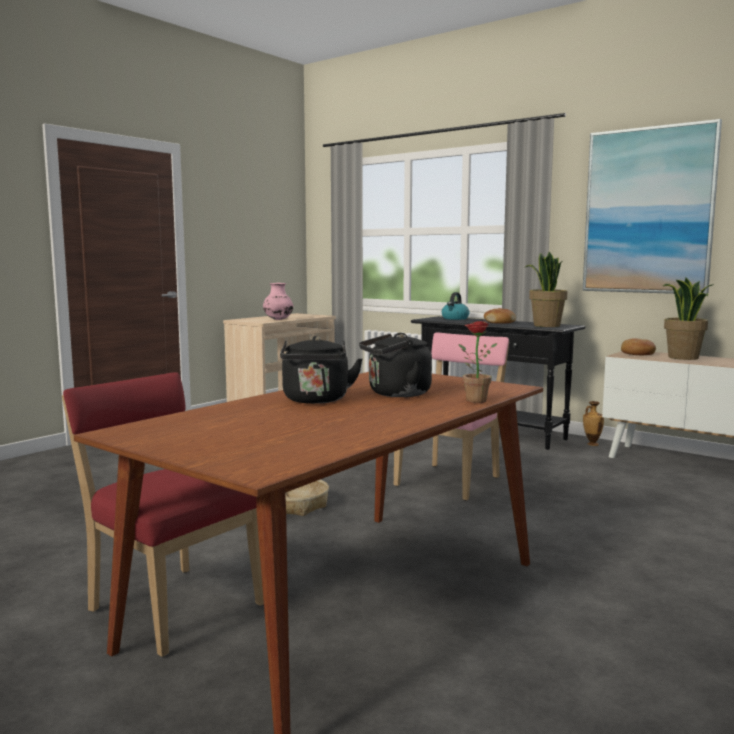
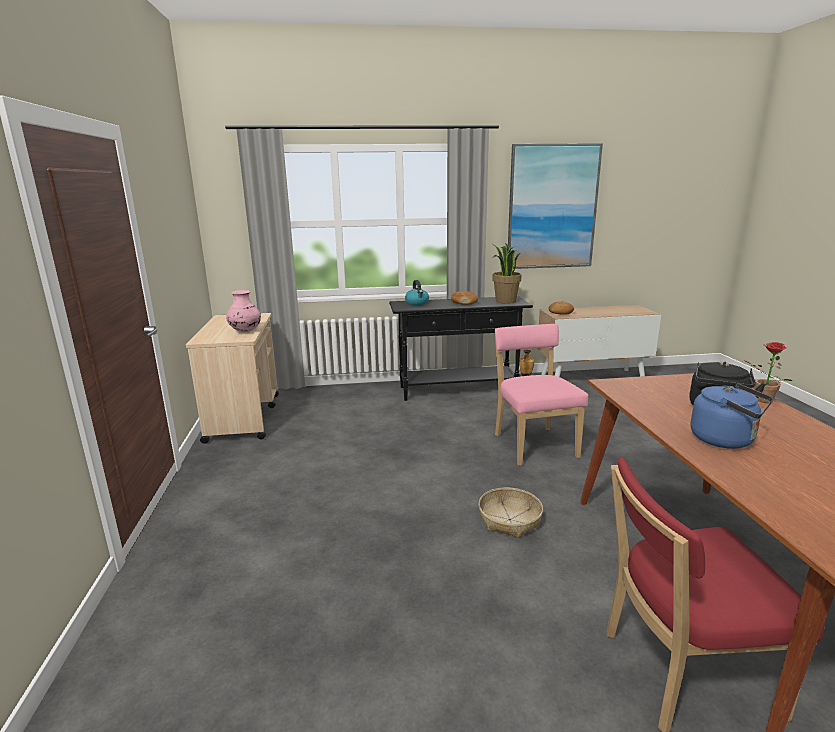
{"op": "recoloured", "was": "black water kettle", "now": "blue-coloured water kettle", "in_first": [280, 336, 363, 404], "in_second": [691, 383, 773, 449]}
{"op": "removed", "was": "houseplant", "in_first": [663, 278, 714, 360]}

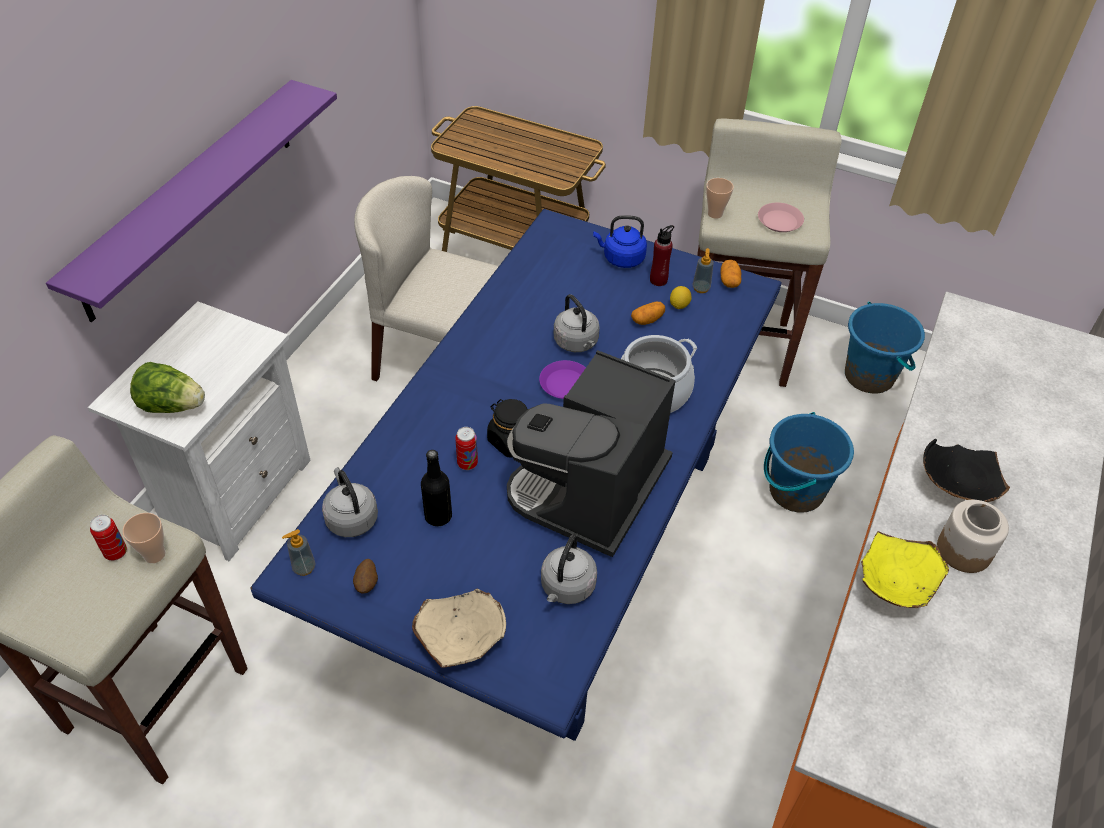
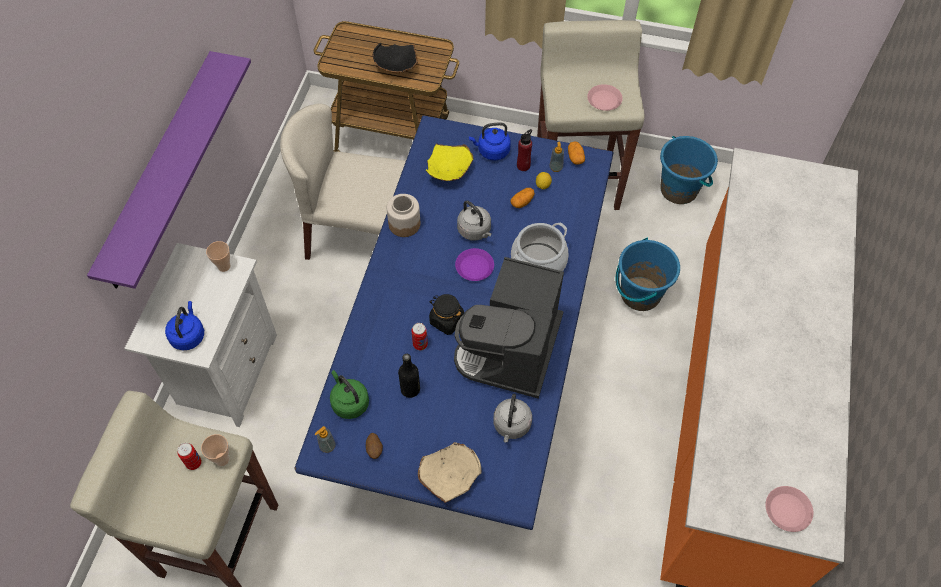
{"op": "replaced", "was": "lettuce", "now": "blue-coloured water kettle", "in_first": [130, 362, 205, 413], "in_second": [165, 301, 204, 350]}
{"op": "recoloured", "was": "gray water kettle", "now": "green-coloured water kettle", "in_first": [322, 467, 378, 537], "in_second": [330, 370, 369, 419]}
{"op": "moved", "was": "drinking cup", "in_first": [706, 178, 734, 219], "in_second": [206, 241, 231, 272]}
{"op": "moved", "was": "yellowish bowl", "in_first": [861, 531, 949, 608], "in_second": [426, 144, 474, 181]}
{"op": "moved", "was": "black bowl", "in_first": [923, 439, 1010, 502], "in_second": [372, 43, 418, 73]}
{"op": "moved", "was": "storage jar", "in_first": [937, 500, 1009, 573], "in_second": [387, 194, 420, 237]}
{"op": "added", "now": "pinkish plate", "in_second": [766, 486, 813, 532]}

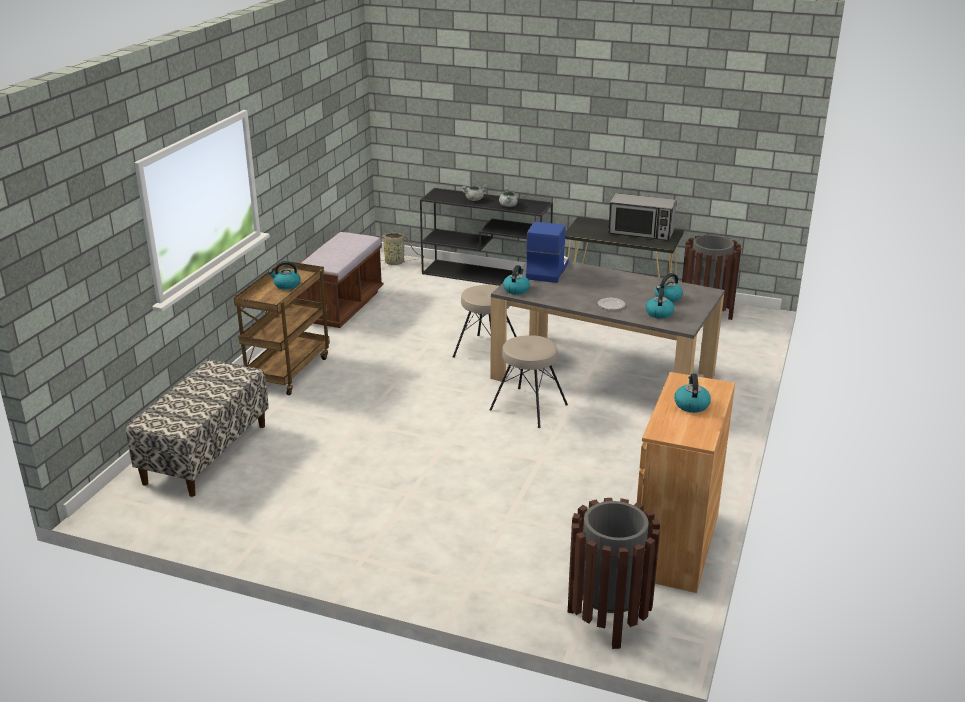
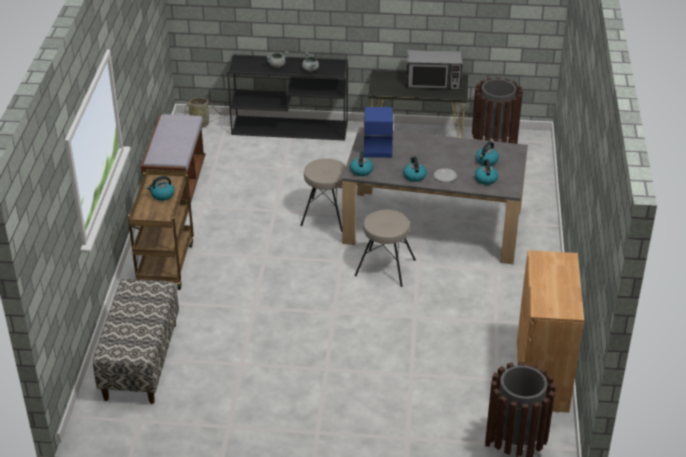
{"op": "moved", "was": "water kettle", "in_first": [674, 374, 711, 413], "in_second": [403, 156, 427, 182]}

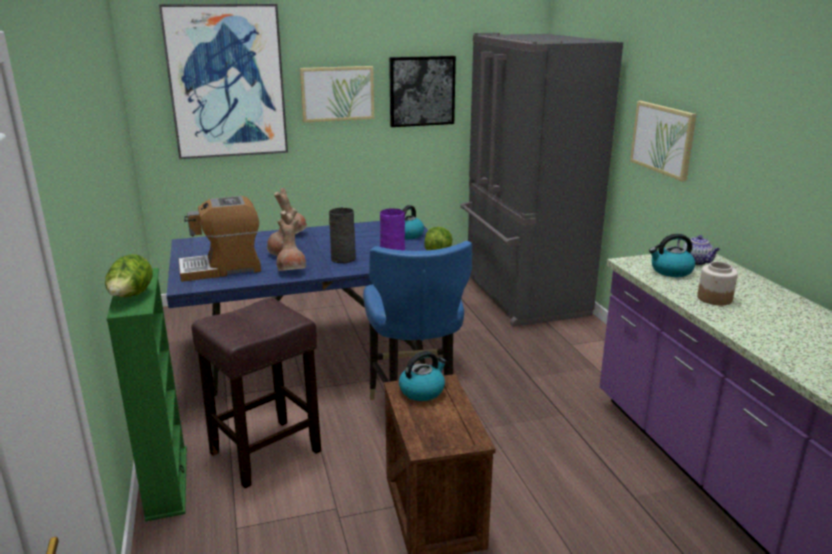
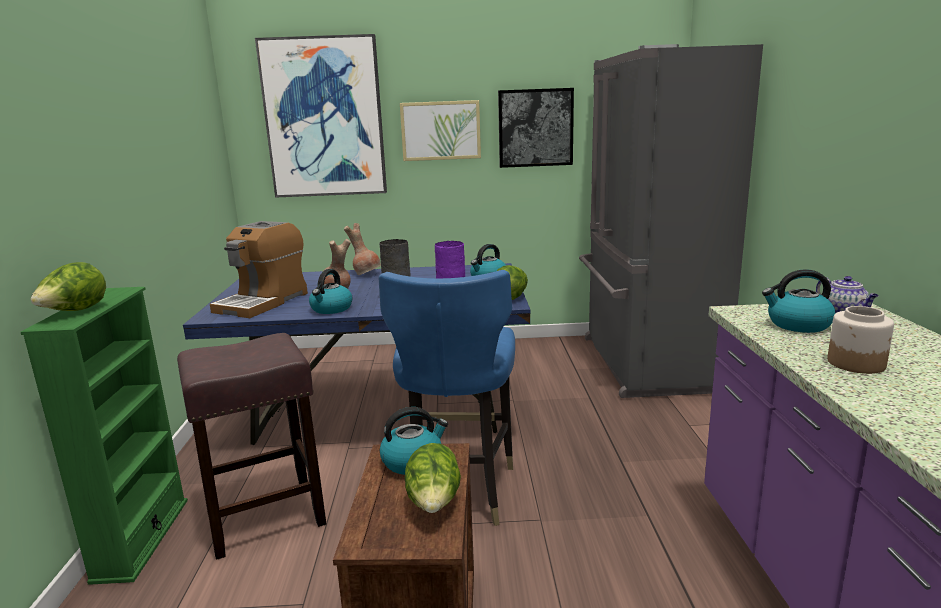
{"op": "turned", "was": "coffee maker", "in_first": [179, 196, 261, 282], "in_second": [210, 221, 308, 318], "clockwise": -60}
{"op": "replaced", "was": "brownish decorative vase", "now": "water kettle", "in_first": [276, 218, 306, 271], "in_second": [309, 269, 352, 314]}
{"op": "removed", "was": "wall art", "in_first": [630, 101, 697, 181]}
{"op": "added", "now": "lettuce", "in_second": [405, 443, 461, 513]}

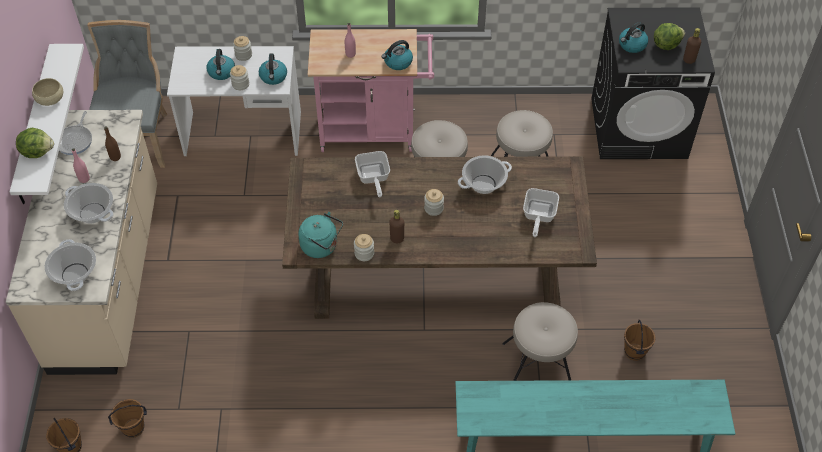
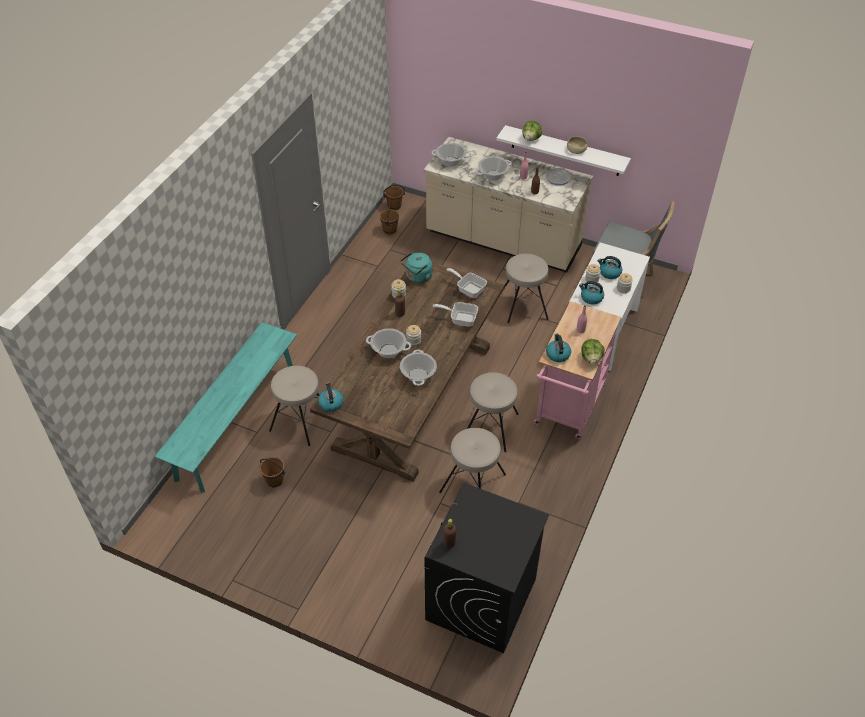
{"op": "moved", "was": "skillet", "in_first": [523, 188, 559, 237], "in_second": [446, 268, 487, 298]}
{"op": "moved", "was": "water kettle", "in_first": [619, 22, 648, 53], "in_second": [318, 382, 344, 412]}
{"op": "moved", "was": "lettuce", "in_first": [654, 23, 685, 50], "in_second": [581, 339, 605, 364]}
{"op": "added", "now": "cooking pot", "in_second": [366, 328, 411, 358]}
{"op": "added", "now": "beige-coloured stool seat", "in_second": [502, 254, 549, 323]}

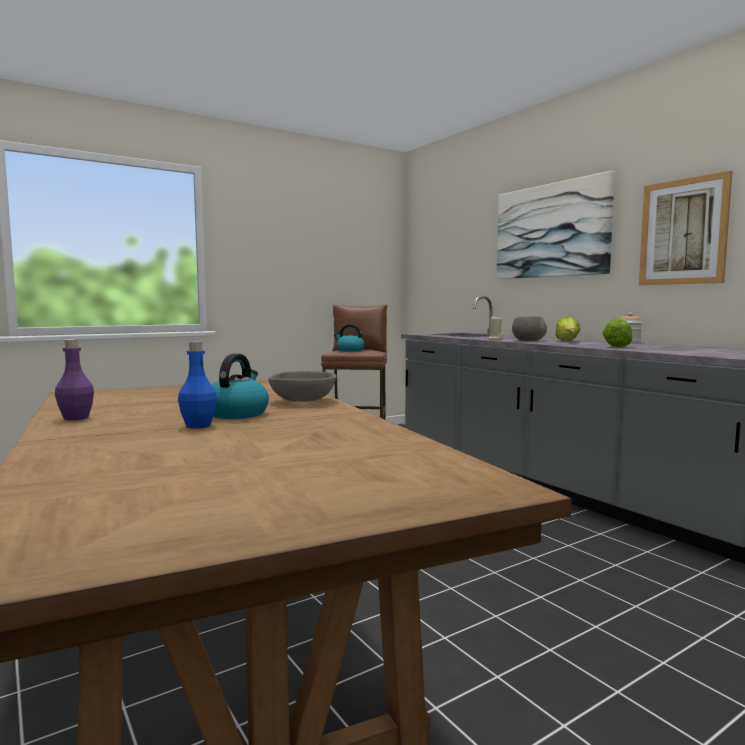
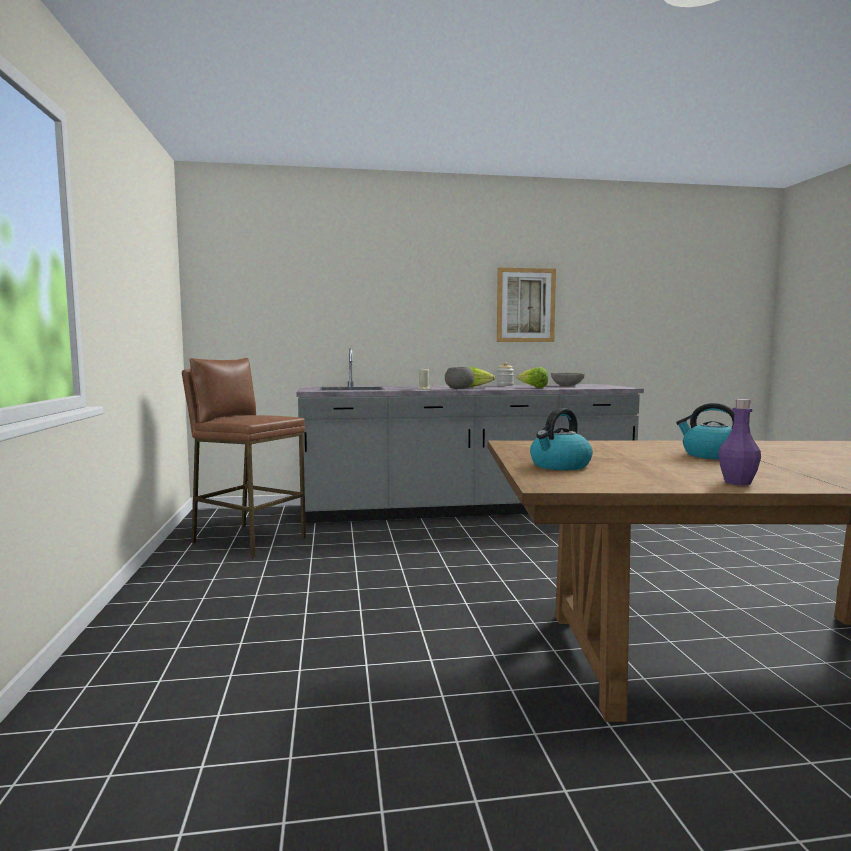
{"op": "removed", "was": "blue-coloured beverage bottle", "in_first": [178, 342, 217, 429]}
{"op": "moved", "was": "gray bowl", "in_first": [269, 371, 336, 402], "in_second": [551, 373, 585, 386]}
{"op": "moved", "was": "water kettle", "in_first": [334, 324, 365, 352], "in_second": [530, 408, 593, 470]}
{"op": "removed", "was": "wall art", "in_first": [496, 170, 615, 279]}

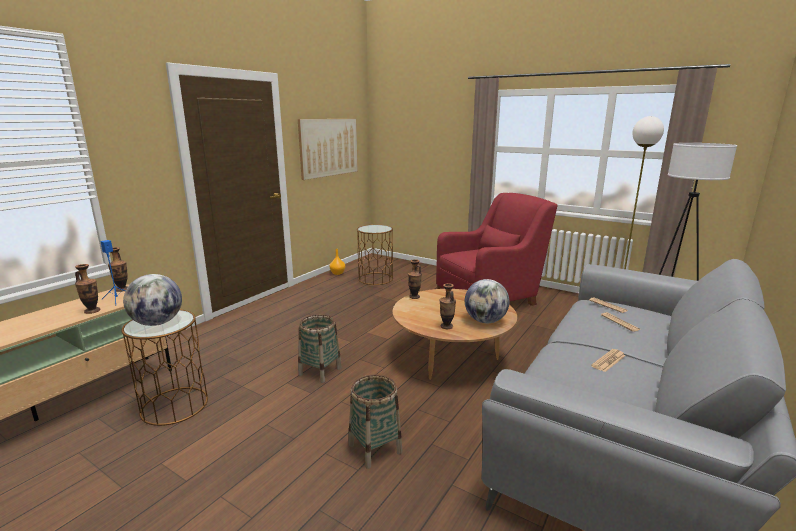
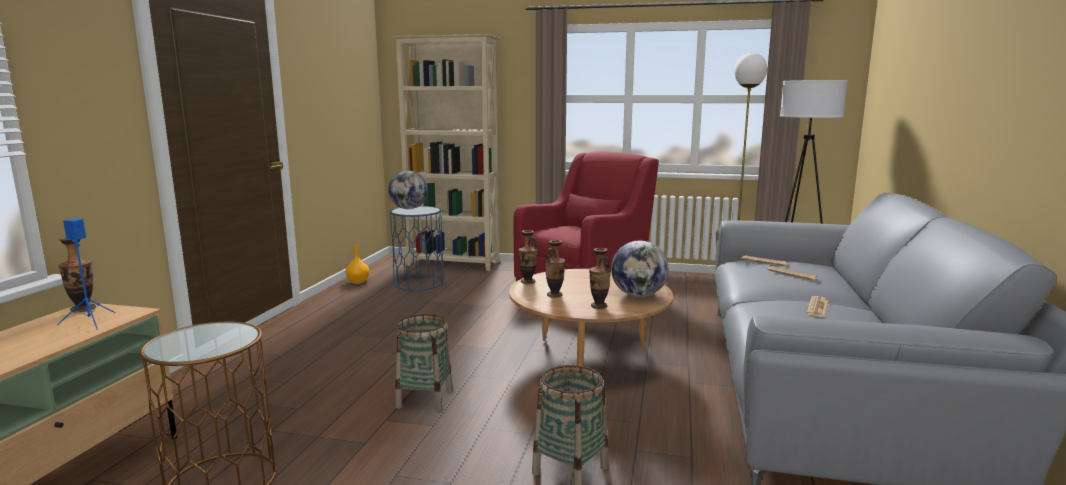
{"op": "moved", "was": "decorative vase", "in_first": [75, 264, 100, 314], "in_second": [545, 240, 565, 298]}
{"op": "moved", "was": "globe", "in_first": [123, 274, 182, 326], "in_second": [388, 170, 428, 209]}
{"op": "removed", "was": "wall art", "in_first": [298, 119, 358, 180]}
{"op": "recoloured", "was": "brownish end table", "now": "blue-coloured end table", "in_first": [357, 225, 393, 285], "in_second": [390, 206, 444, 290]}
{"op": "added", "now": "beige-coloured shelving unit", "in_second": [391, 34, 500, 271]}

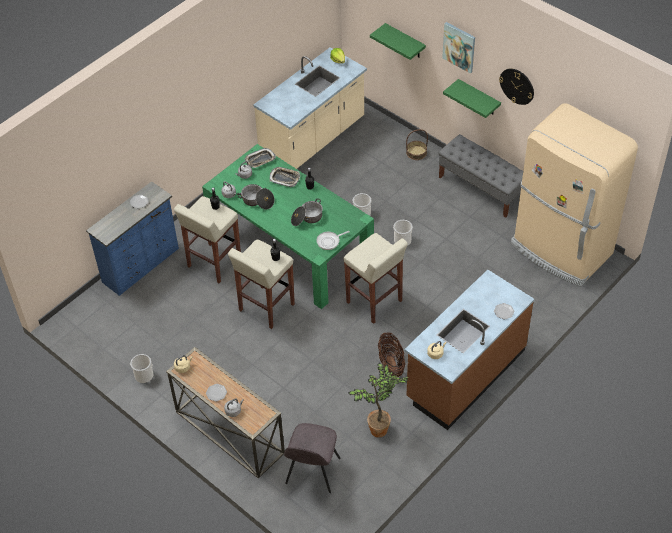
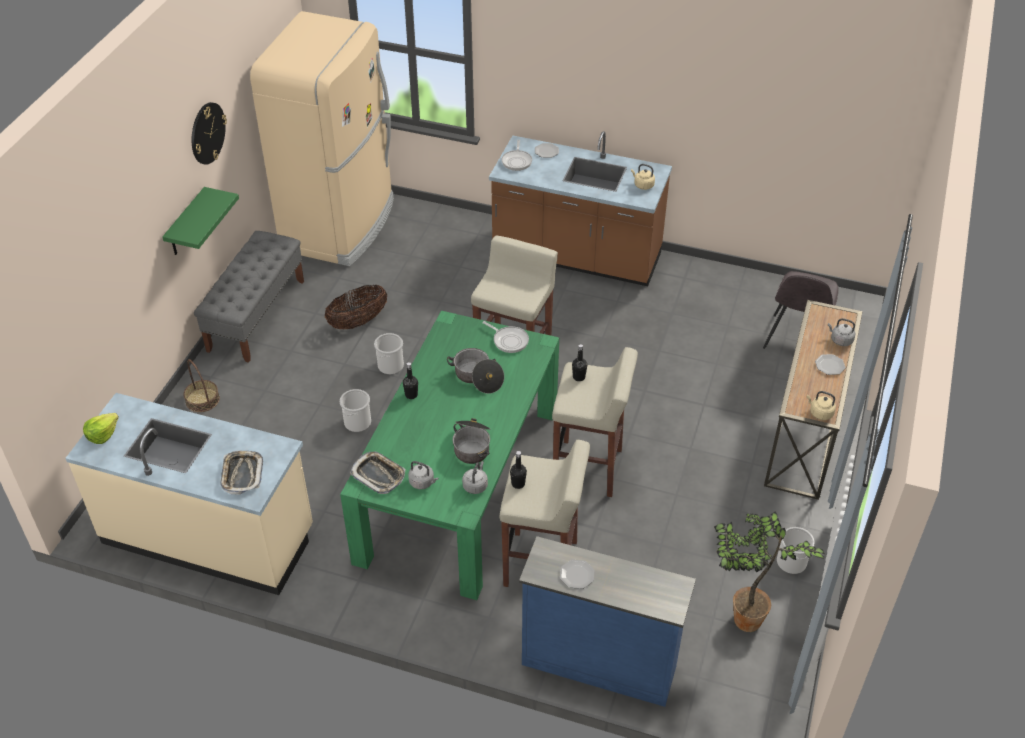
{"op": "moved", "was": "serving tray", "in_first": [270, 167, 300, 187], "in_second": [220, 451, 263, 495]}
{"op": "turned", "was": "gray chair", "in_first": [284, 423, 340, 493], "in_second": [763, 271, 839, 349], "clockwise": 120}
{"op": "moved", "was": "houseplant", "in_first": [348, 363, 408, 438], "in_second": [714, 511, 825, 632]}
{"op": "removed", "was": "green-coloured shelf", "in_first": [370, 23, 426, 60]}
{"op": "moved", "was": "storage basket", "in_first": [378, 332, 405, 377], "in_second": [325, 285, 387, 330]}
{"op": "removed", "was": "wall art", "in_first": [442, 22, 475, 74]}
{"op": "added", "now": "skillet", "in_second": [502, 140, 532, 171]}

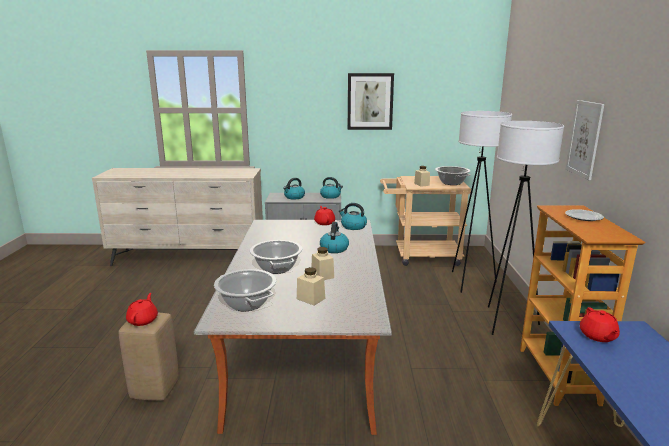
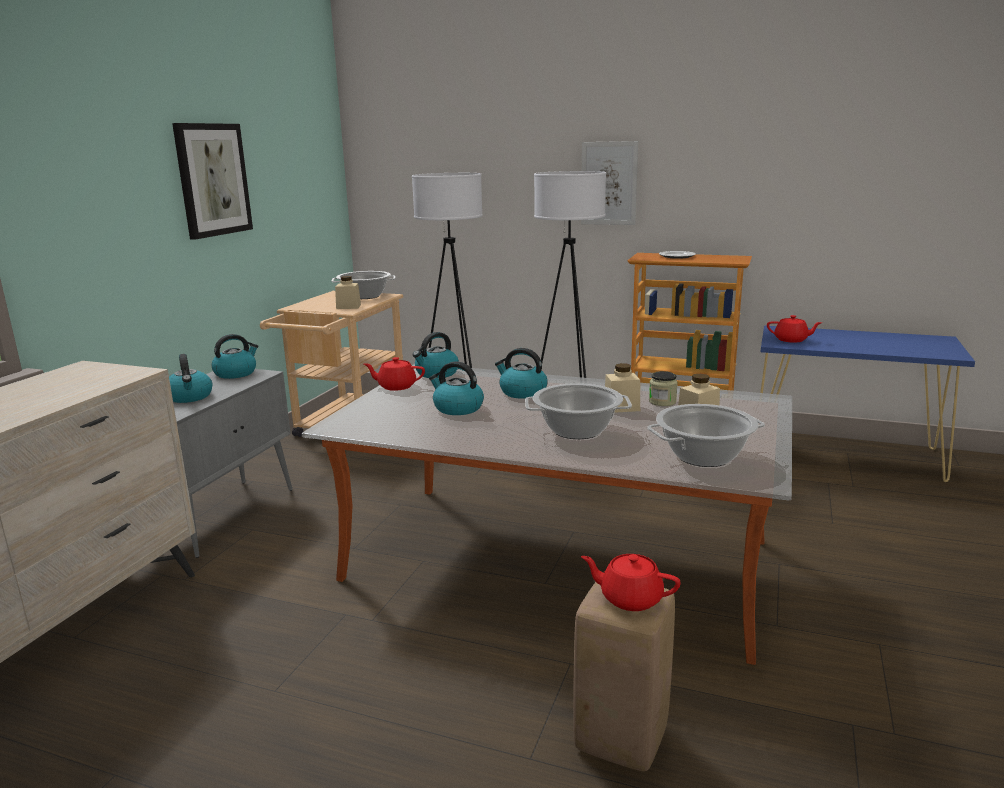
{"op": "added", "now": "water kettle", "in_second": [429, 361, 484, 415]}
{"op": "added", "now": "storage jar", "in_second": [649, 371, 678, 406]}

